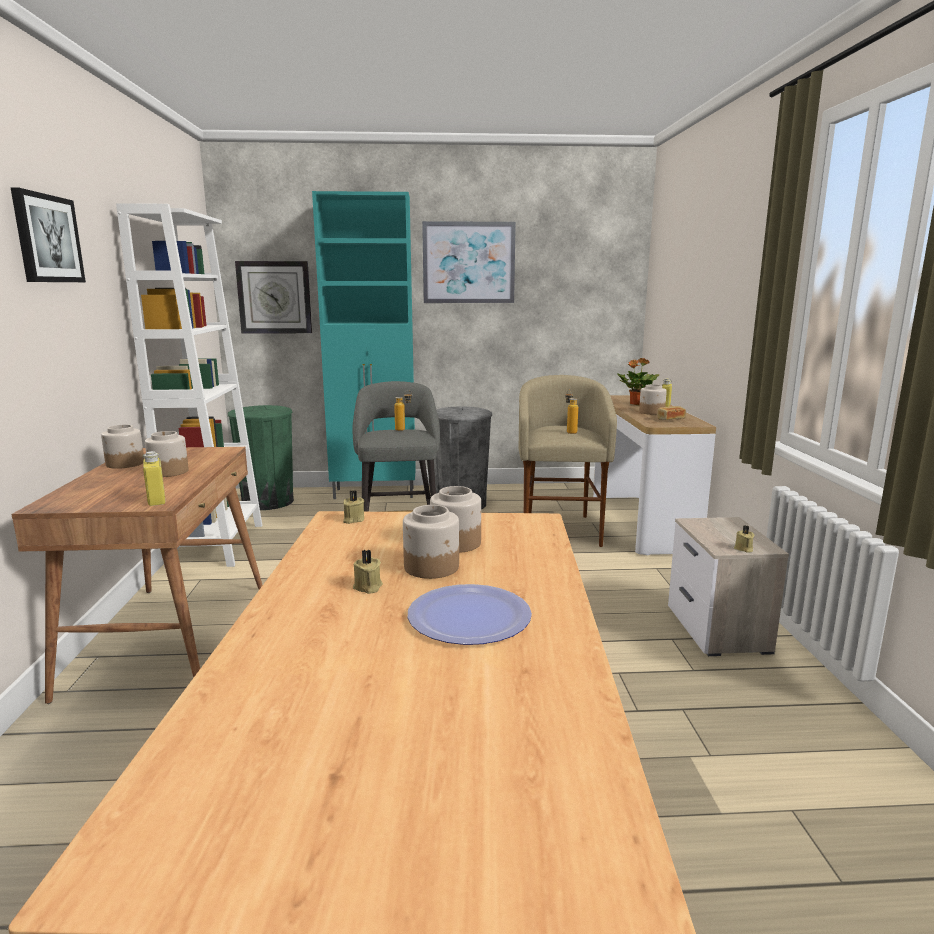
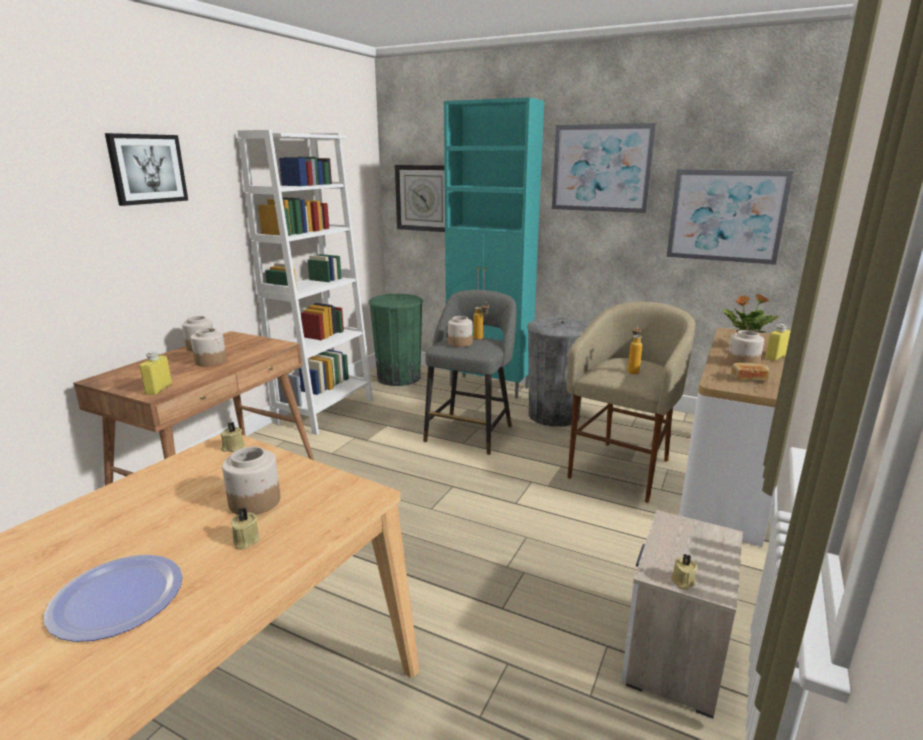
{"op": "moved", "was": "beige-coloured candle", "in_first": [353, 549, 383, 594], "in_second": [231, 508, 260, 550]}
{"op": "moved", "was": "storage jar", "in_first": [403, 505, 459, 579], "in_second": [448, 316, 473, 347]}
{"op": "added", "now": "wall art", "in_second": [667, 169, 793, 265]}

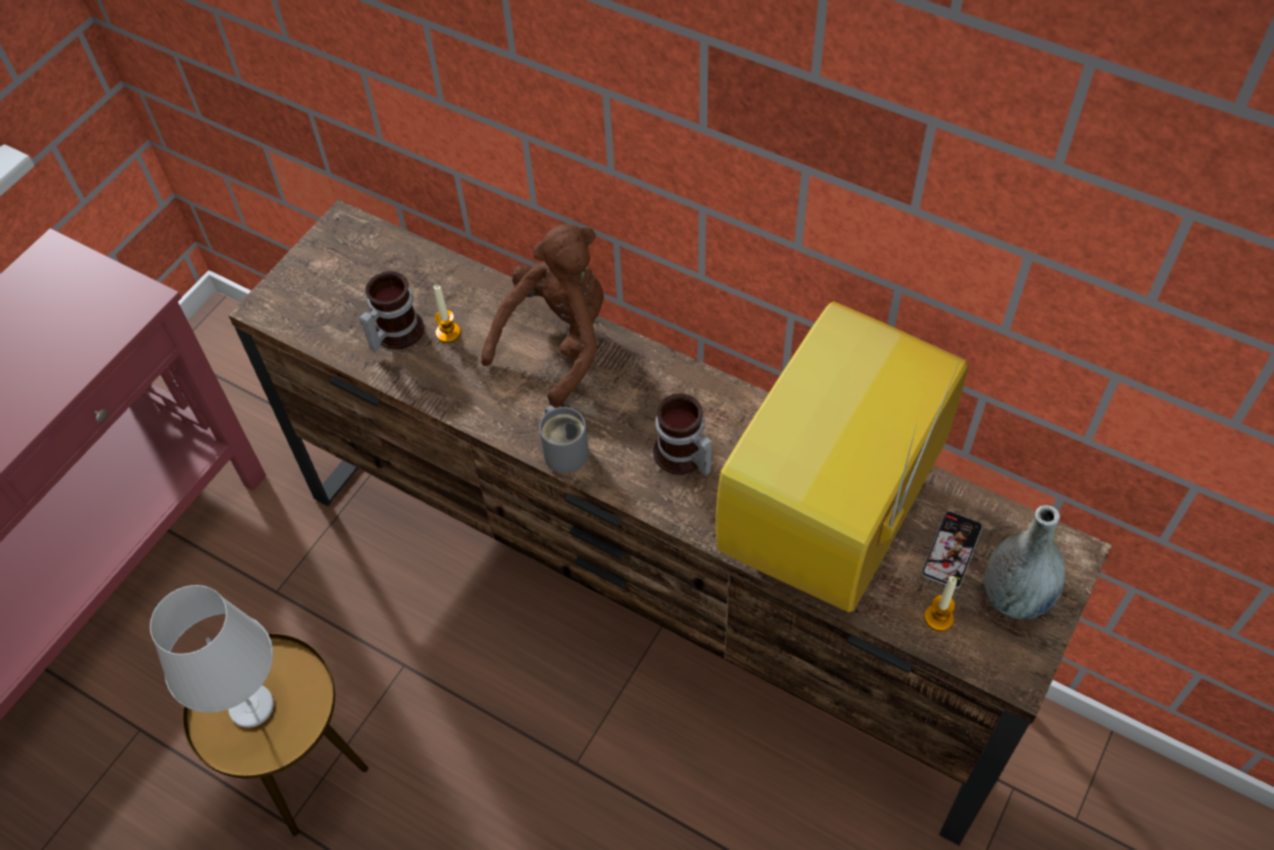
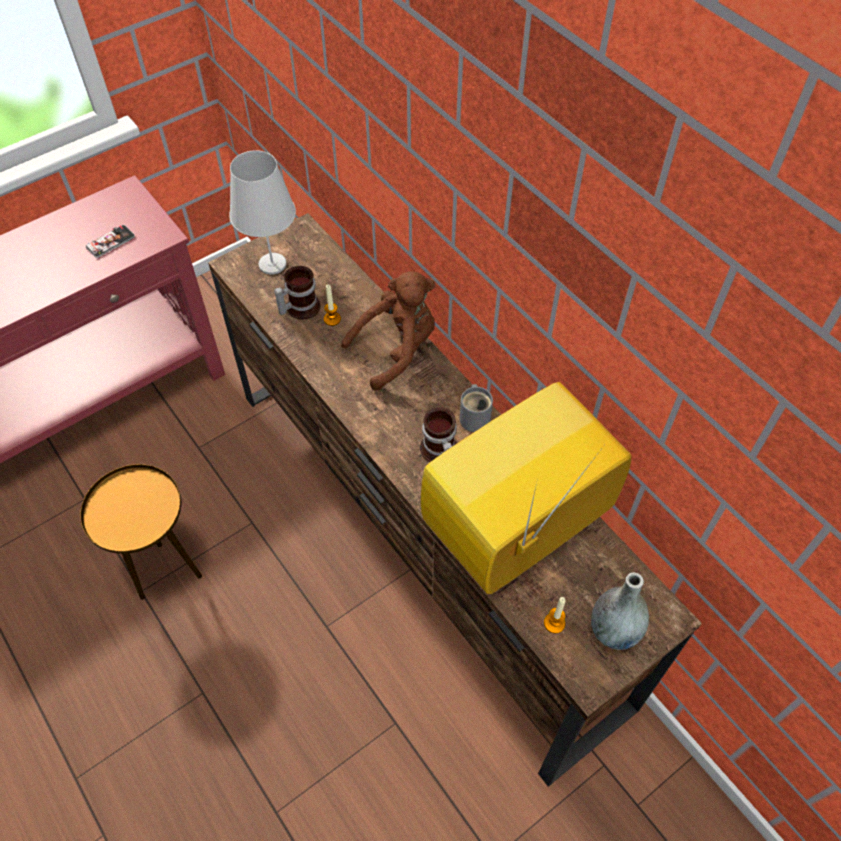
{"op": "moved", "was": "whitish table lamp", "in_first": [150, 585, 274, 728], "in_second": [229, 150, 296, 275]}
{"op": "moved", "was": "gray tea mug", "in_first": [539, 406, 589, 473], "in_second": [460, 384, 493, 432]}
{"op": "moved", "was": "phone", "in_first": [921, 511, 983, 589], "in_second": [86, 225, 135, 258]}

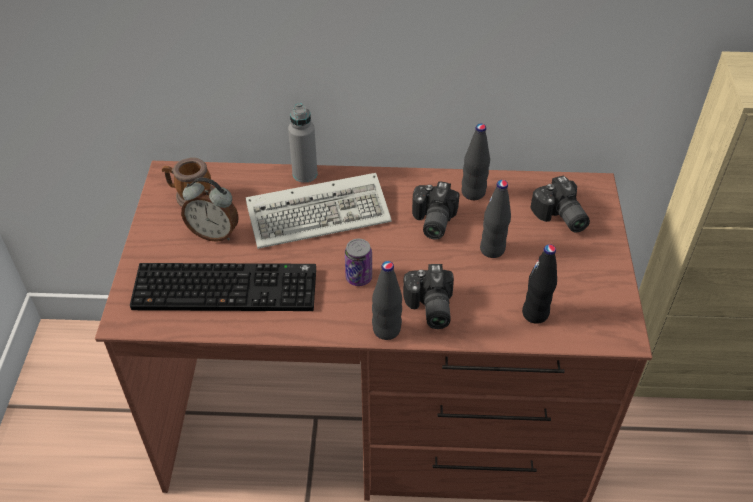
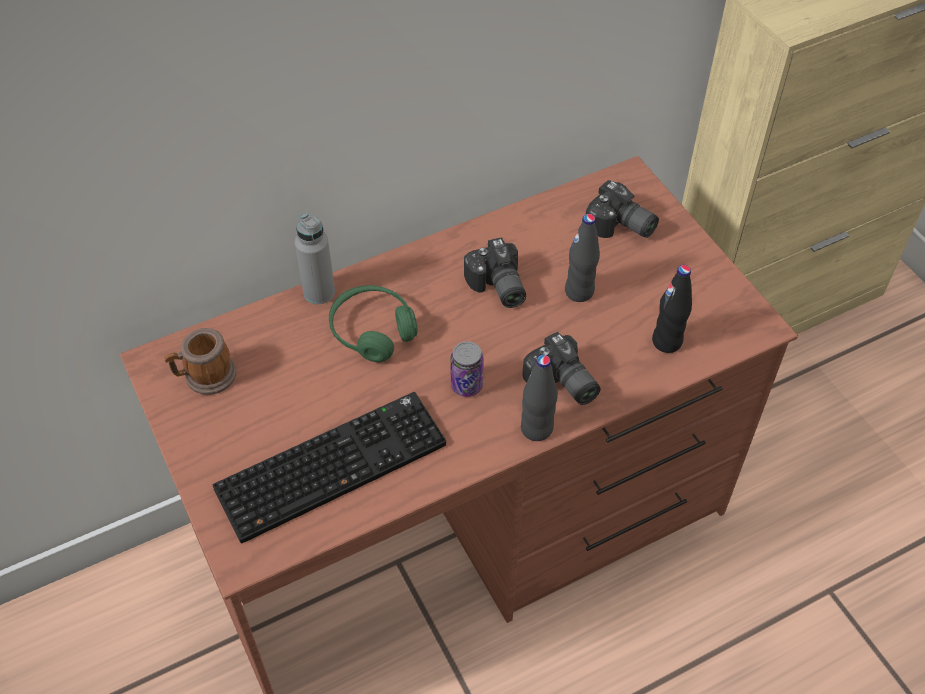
{"op": "removed", "was": "bedside clock", "in_first": [181, 178, 239, 242]}
{"op": "replaced", "was": "computer keyboard", "now": "green-coloured headphones", "in_first": [246, 173, 392, 249], "in_second": [329, 285, 418, 362]}
{"op": "removed", "was": "black beverage bottle", "in_first": [461, 124, 490, 200]}

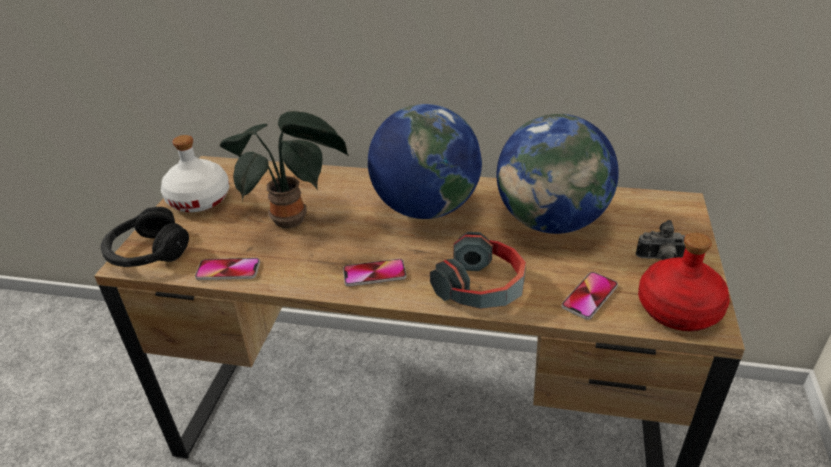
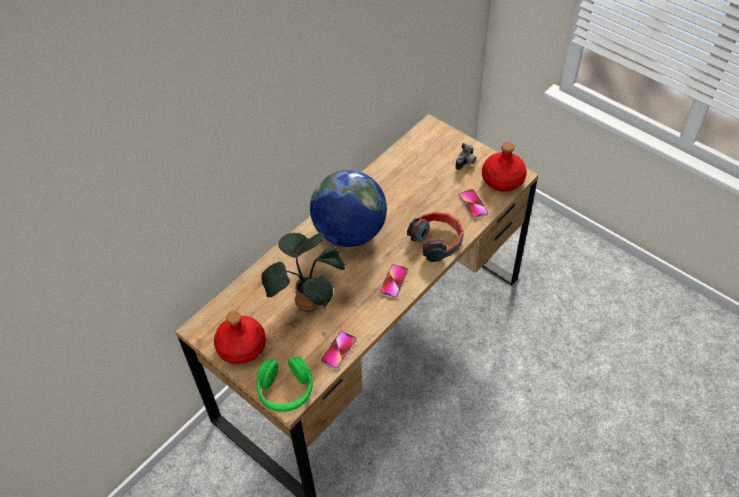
{"op": "recoloured", "was": "black headphones", "now": "green-coloured headphones", "in_first": [101, 207, 189, 267], "in_second": [256, 356, 313, 412]}
{"op": "recoloured", "was": "whitish beverage bottle", "now": "red-coloured beverage bottle", "in_first": [161, 135, 229, 212], "in_second": [214, 311, 266, 364]}
{"op": "removed", "was": "globe", "in_first": [497, 114, 619, 234]}

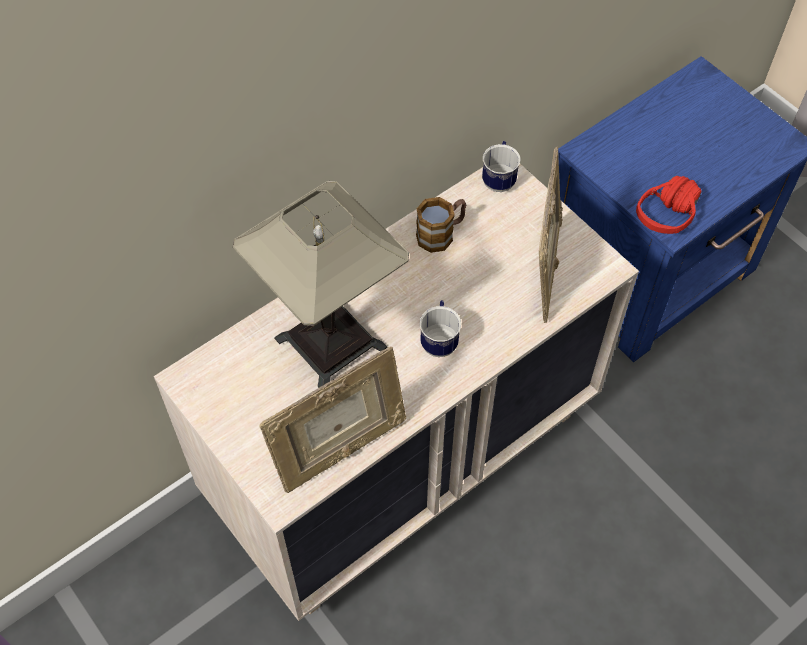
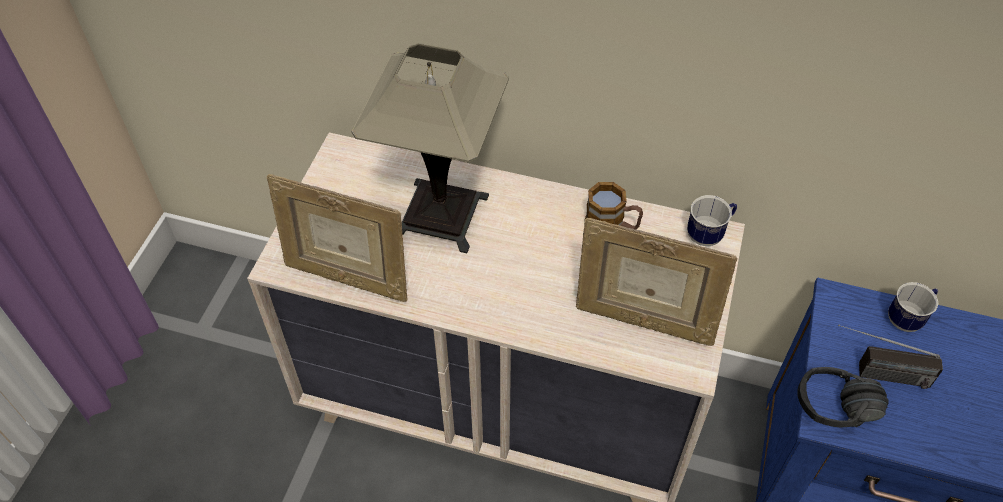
{"op": "moved", "was": "tea mug", "in_first": [420, 300, 461, 357], "in_second": [888, 282, 938, 332]}
{"op": "turned", "was": "standing frame", "in_first": [539, 147, 563, 323], "in_second": [576, 218, 738, 346], "clockwise": 45}
{"op": "recoloured", "was": "red-coloured headphones", "now": "black headphones", "in_first": [636, 176, 702, 234], "in_second": [797, 367, 889, 427]}
{"op": "added", "now": "radio", "in_second": [838, 325, 943, 389]}

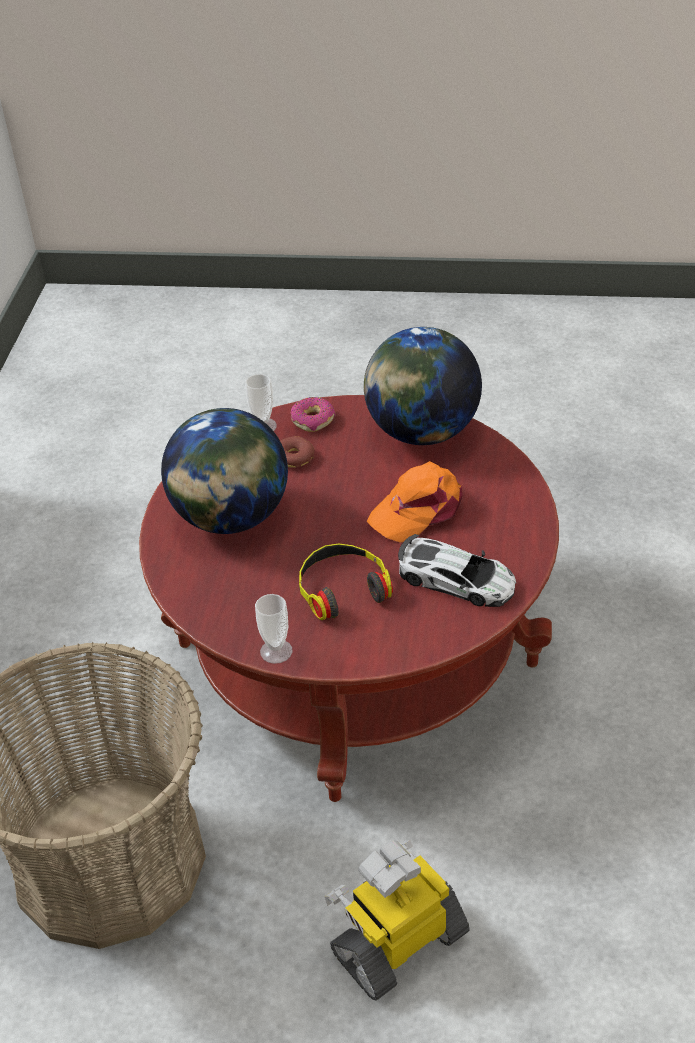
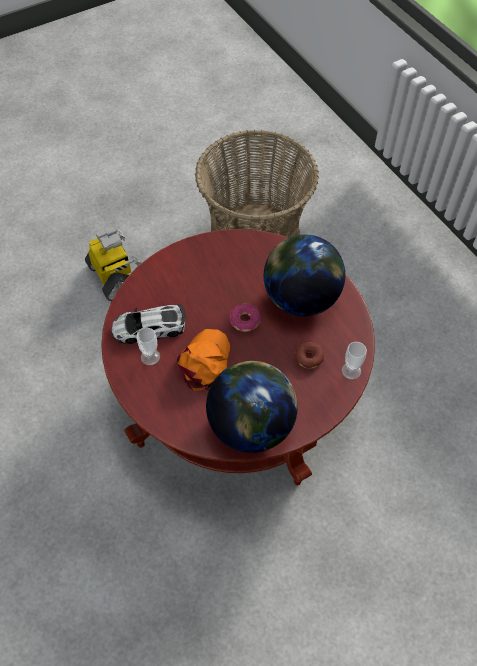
{"op": "moved", "was": "drinking cup", "in_first": [255, 594, 292, 664], "in_second": [136, 328, 160, 365]}
{"op": "moved", "was": "donut", "in_first": [291, 397, 336, 432], "in_second": [230, 304, 261, 332]}
{"op": "removed", "was": "headphones", "in_first": [299, 543, 393, 620]}
{"op": "turned", "was": "model robot", "in_first": [325, 840, 470, 1001], "in_second": [85, 227, 141, 301], "clockwise": -45}

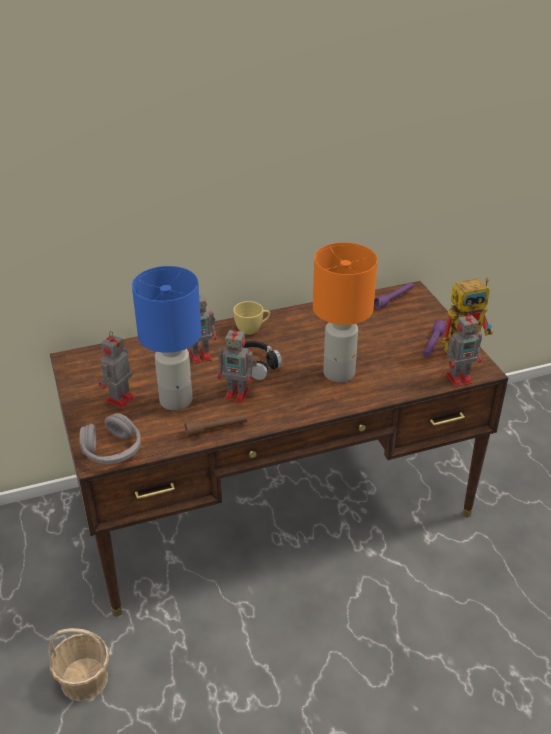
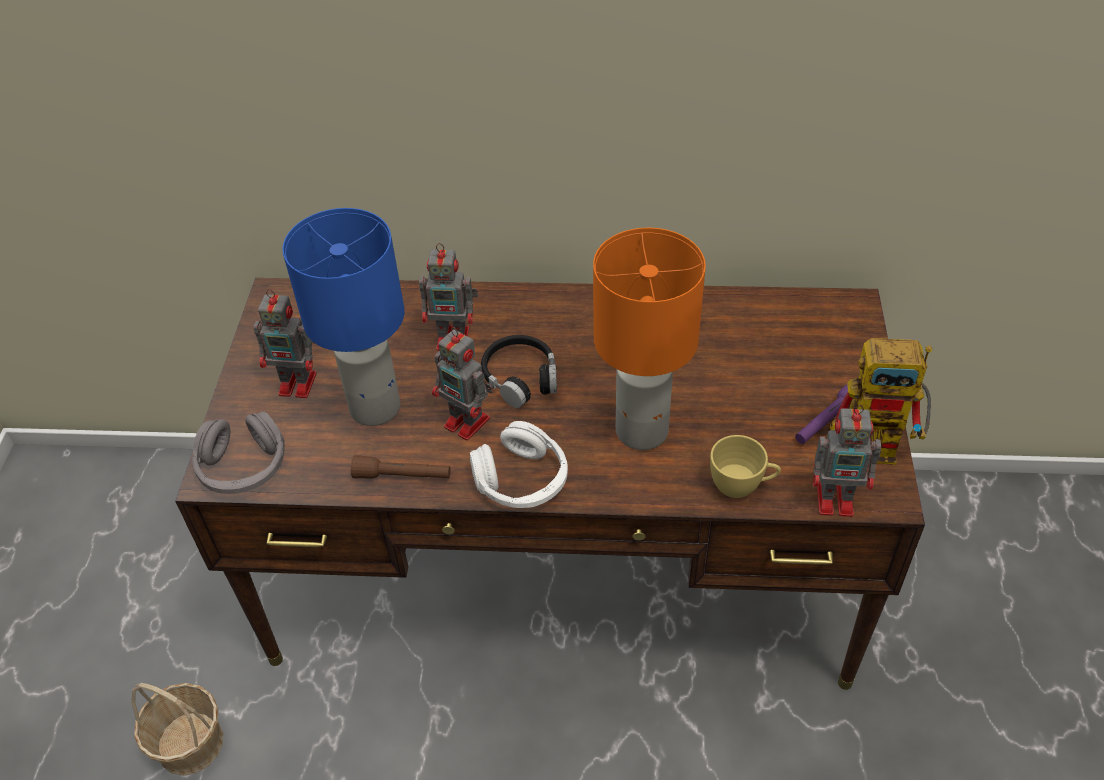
{"op": "turned", "was": "model robot", "in_first": [98, 331, 135, 409], "in_second": [253, 289, 317, 398], "clockwise": -135}
{"op": "moved", "was": "yellowish drinking cup", "in_first": [233, 301, 270, 335], "in_second": [710, 435, 781, 498]}
{"op": "removed", "was": "purple-coloured hand torch", "in_first": [374, 283, 413, 310]}
{"op": "added", "now": "whitish headphones", "in_second": [470, 421, 568, 508]}

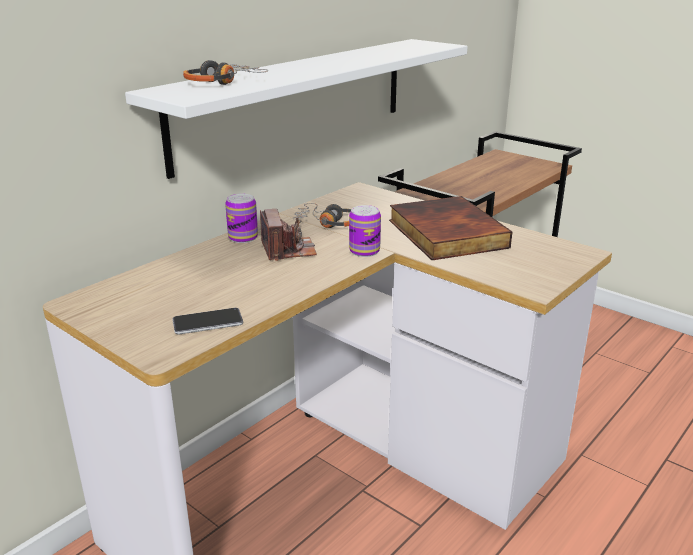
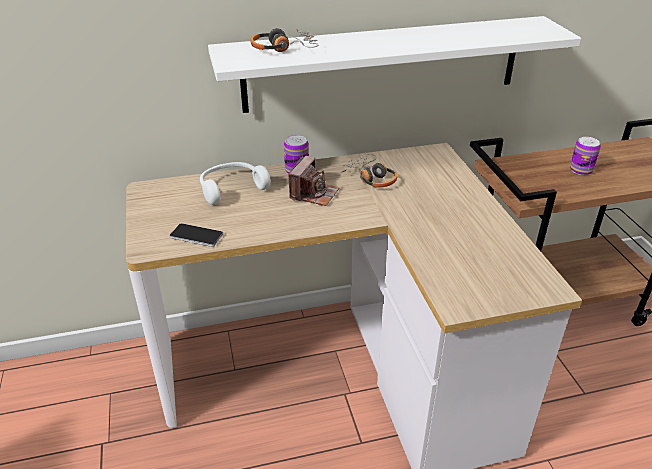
{"op": "moved", "was": "sealed can", "in_first": [349, 205, 381, 257], "in_second": [570, 137, 601, 175]}
{"op": "removed", "was": "book", "in_first": [389, 196, 512, 260]}
{"op": "added", "now": "whitish headphones", "in_second": [200, 162, 271, 205]}

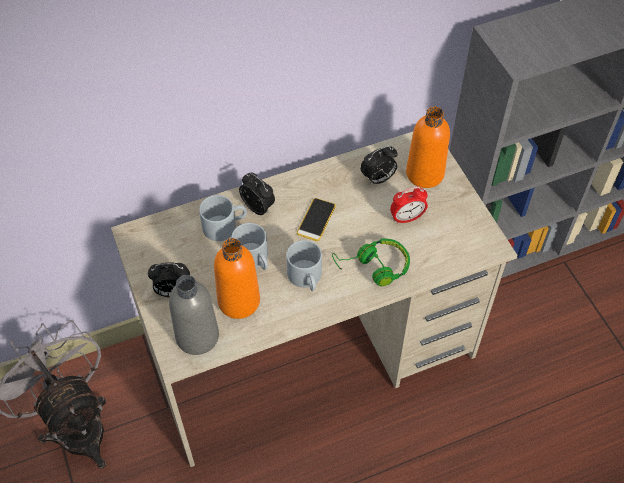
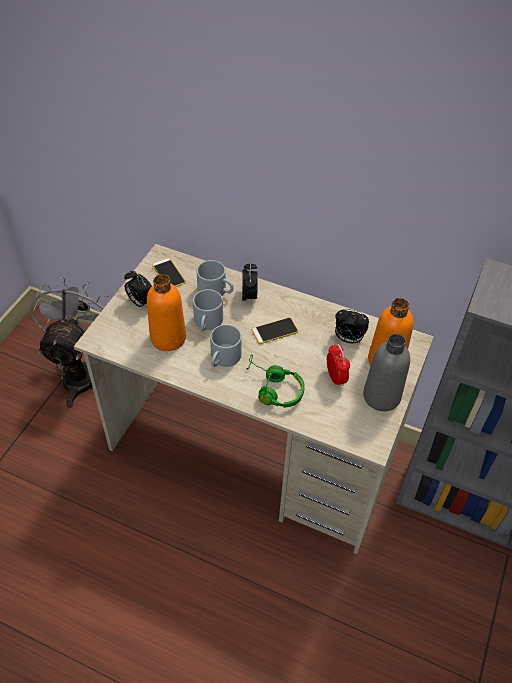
{"op": "moved", "was": "gray beverage bottle", "in_first": [169, 275, 219, 355], "in_second": [363, 334, 410, 411]}
{"op": "turned", "was": "bedside clock", "in_first": [390, 187, 428, 224], "in_second": [327, 343, 350, 387], "clockwise": -135}
{"op": "added", "now": "phone", "in_second": [152, 258, 186, 287]}

